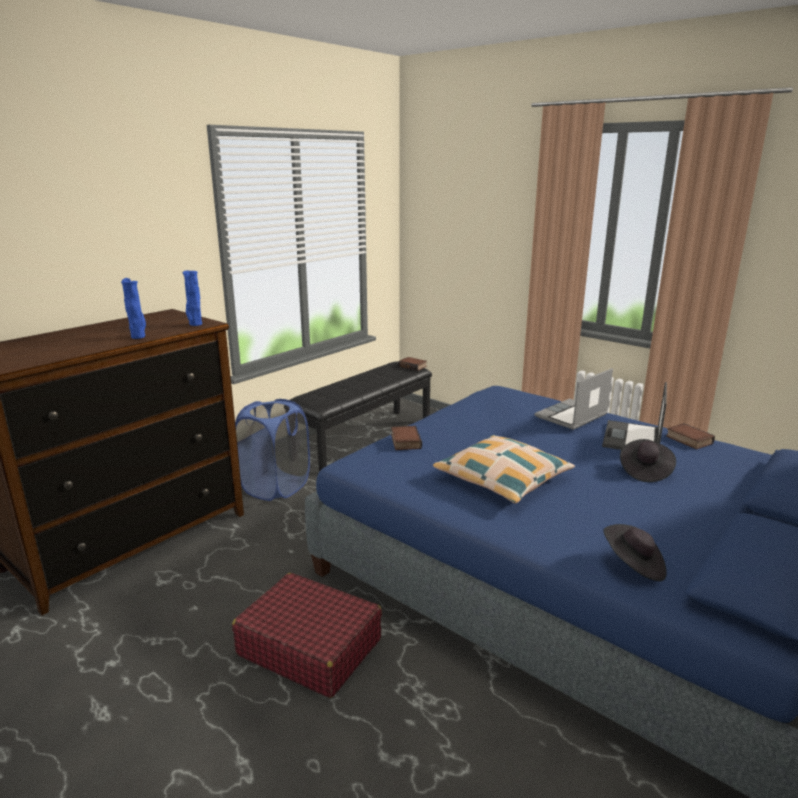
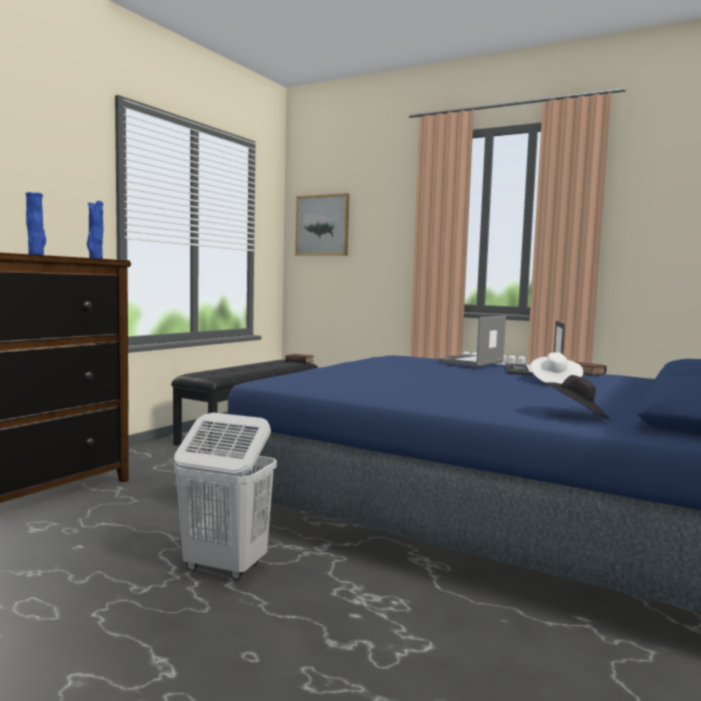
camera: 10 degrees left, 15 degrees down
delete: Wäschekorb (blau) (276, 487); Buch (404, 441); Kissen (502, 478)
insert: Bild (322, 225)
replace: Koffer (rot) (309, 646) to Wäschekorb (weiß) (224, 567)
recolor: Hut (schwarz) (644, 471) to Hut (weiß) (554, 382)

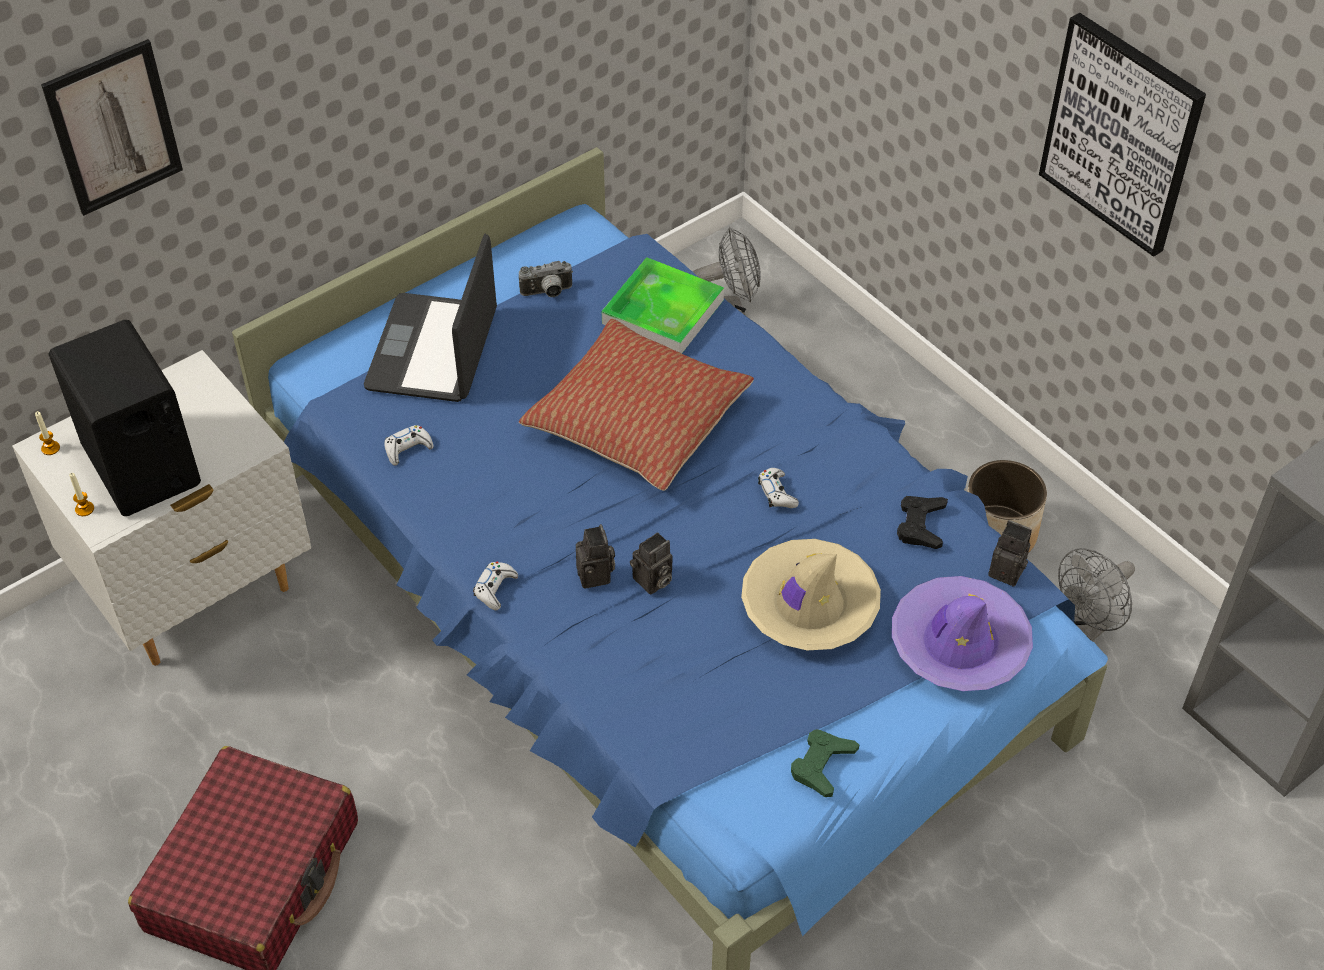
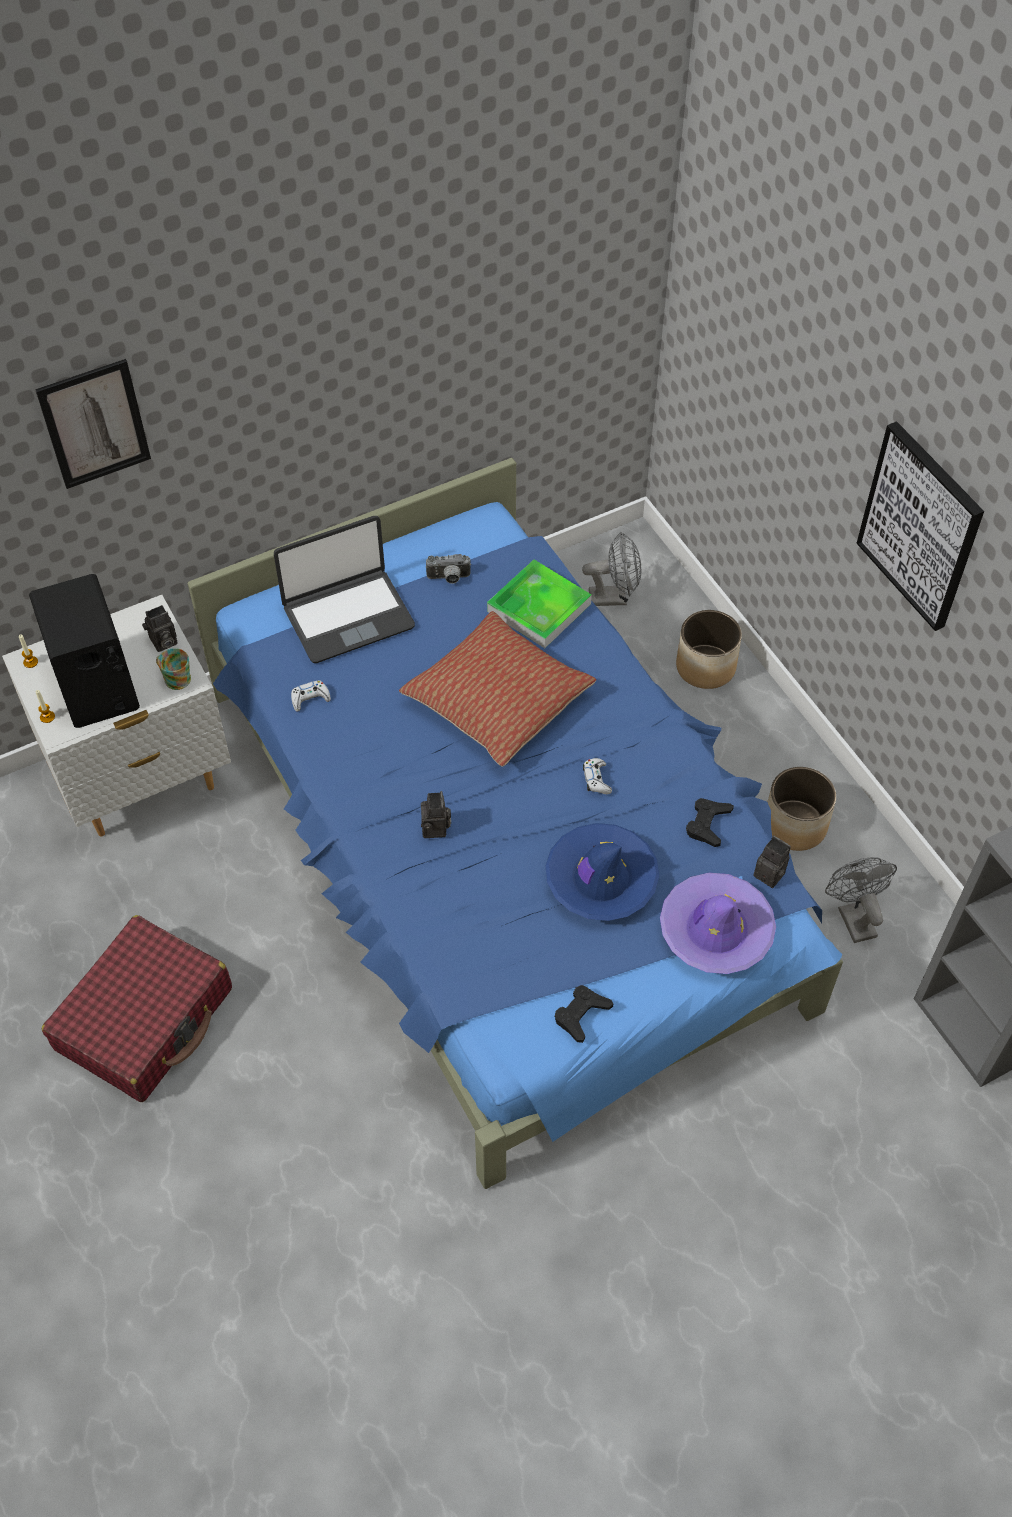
camera: 10 degrees right, 5 degrees up
delete: Gamepad (weiß) (495, 589)
insert: Henkelbecher (175, 677); Pflanzkübel (706, 667)
move: Kamera (652, 582) to (163, 643)
recolor: Hut (beige) (809, 605) to Hut (blau) (601, 879); Gamepad (grün) (822, 765) to Gamepad (schwarz) (581, 1015)
rotate: Laptop (434, 350) = (348, 616) 135 degrees counterclockwise; Ventilator (grau) (1090, 626) = (853, 916) 105 degrees clockwise

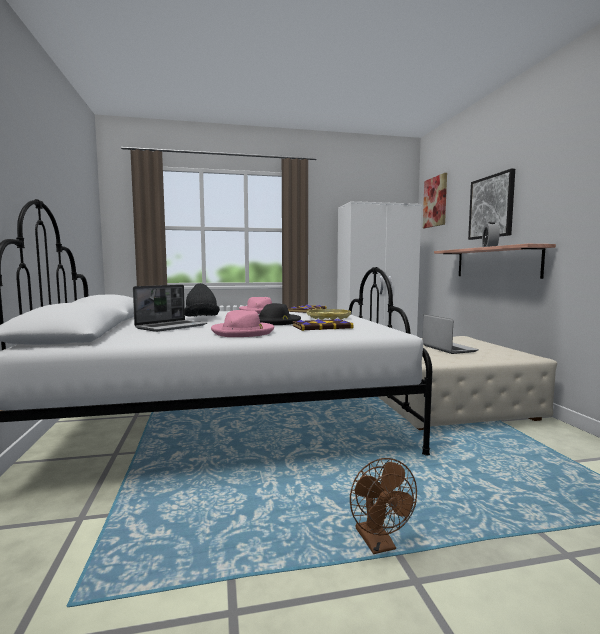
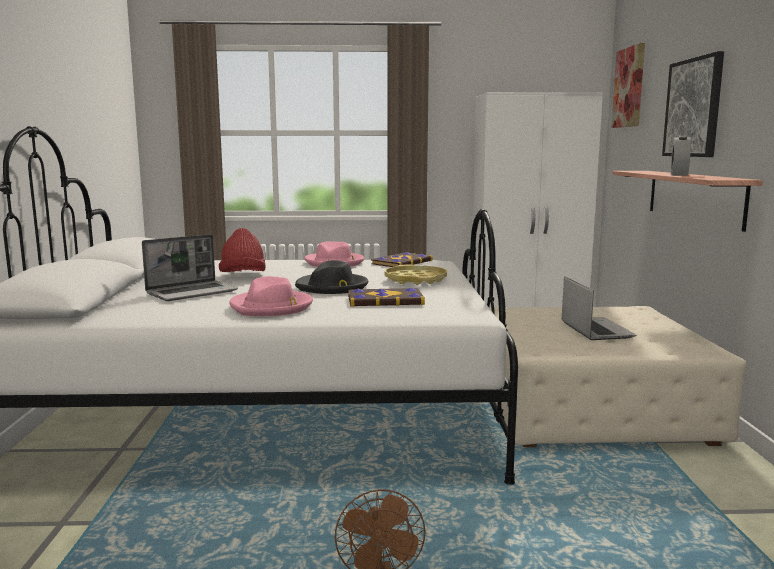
camera: 10 degrees right, 5 degrees up
recolor: Hut (schwarz) (201, 318) to Hut (rot) (243, 276)

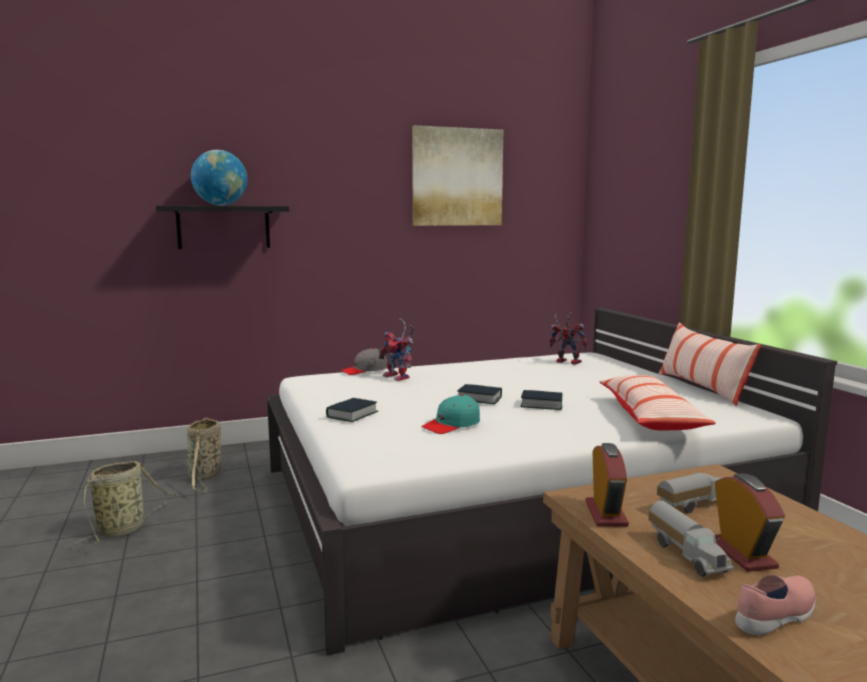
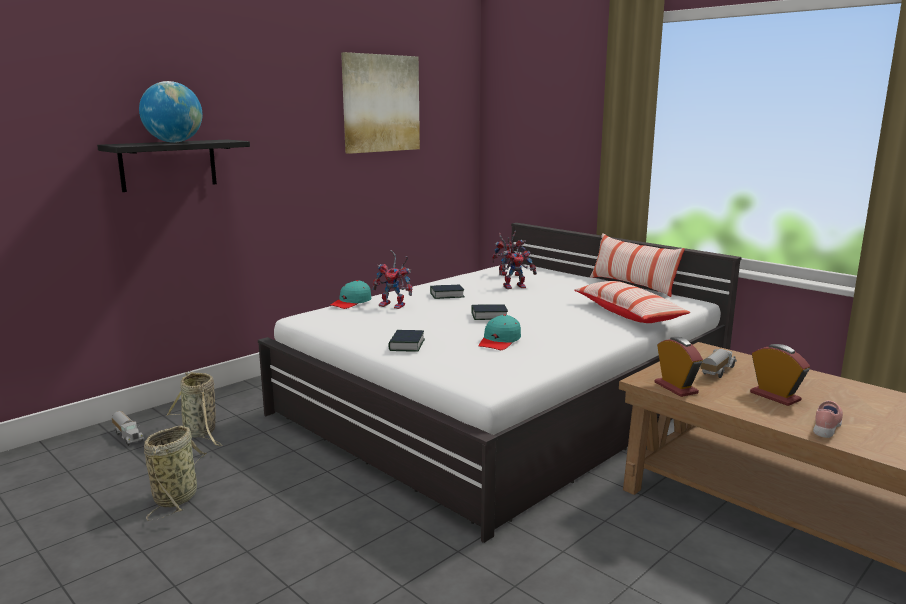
camera: 25 degrees left, 5 degrees up
insert: Spielzeugroboter (515, 286)
move: Buch (541, 405) to (447, 295); Spielzeuglaster (687, 555) to (129, 436)
recolor: Kappe (grau) (365, 370) to Kappe (türkis) (351, 302)

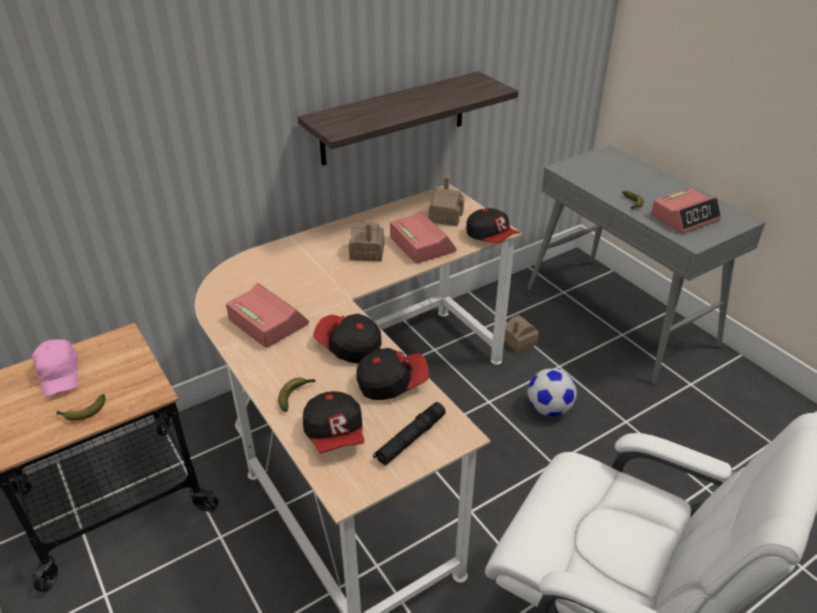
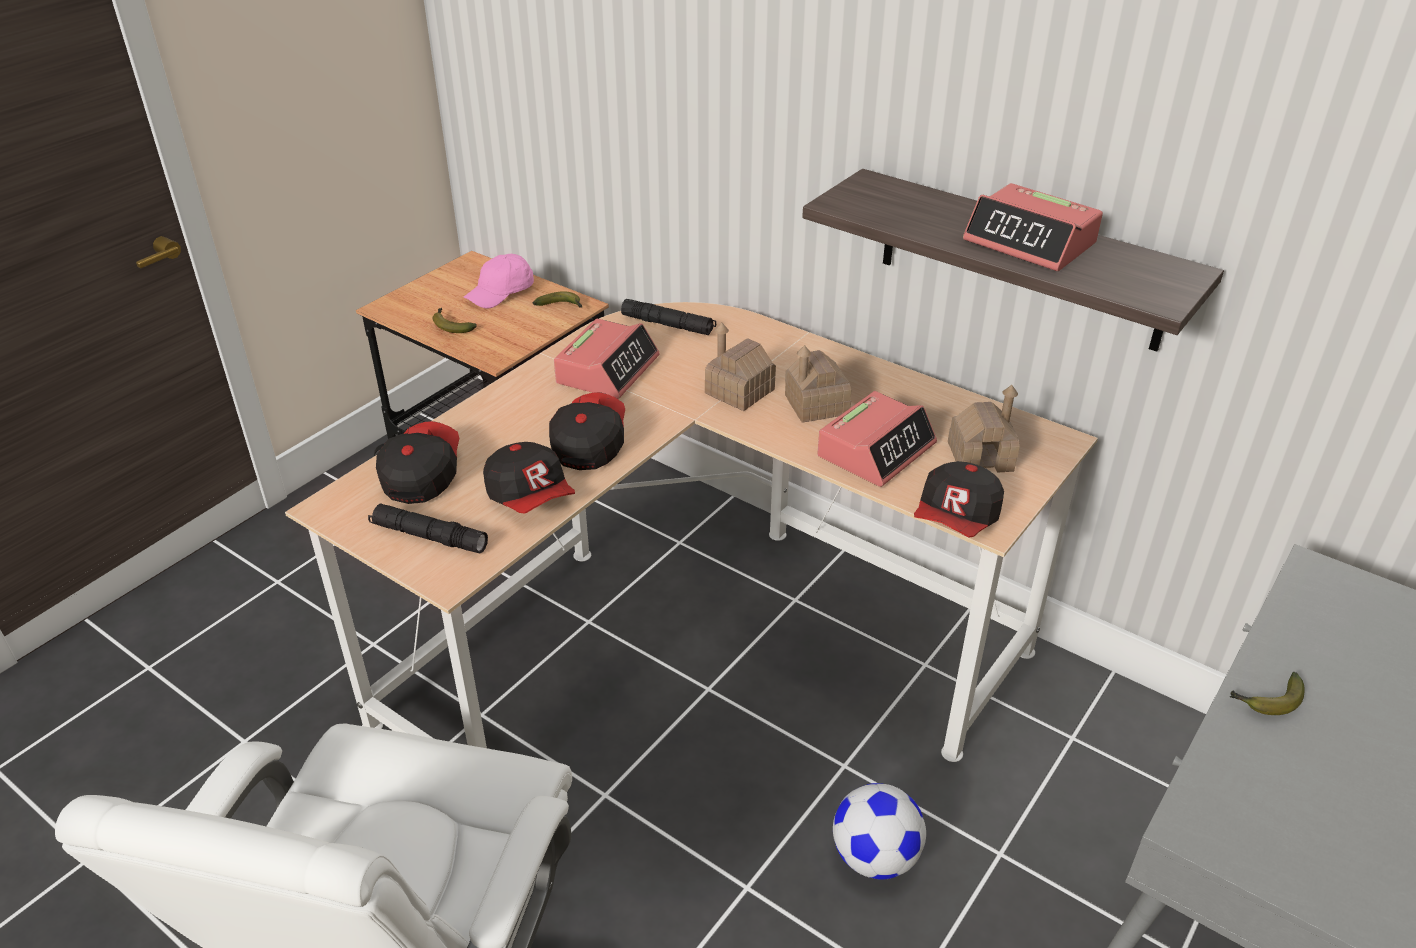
camera: 70 degrees right, 0 degrees up
insert: Taschenlampe (schwarz) (668, 325)
move: Banane (296, 395) to (561, 306); Spielzeughaus (519, 341) to (739, 391); Wecker (684, 217) to (1030, 242)
rotate: Kappe (335, 434) = (421, 475) 135 degrees clockwise

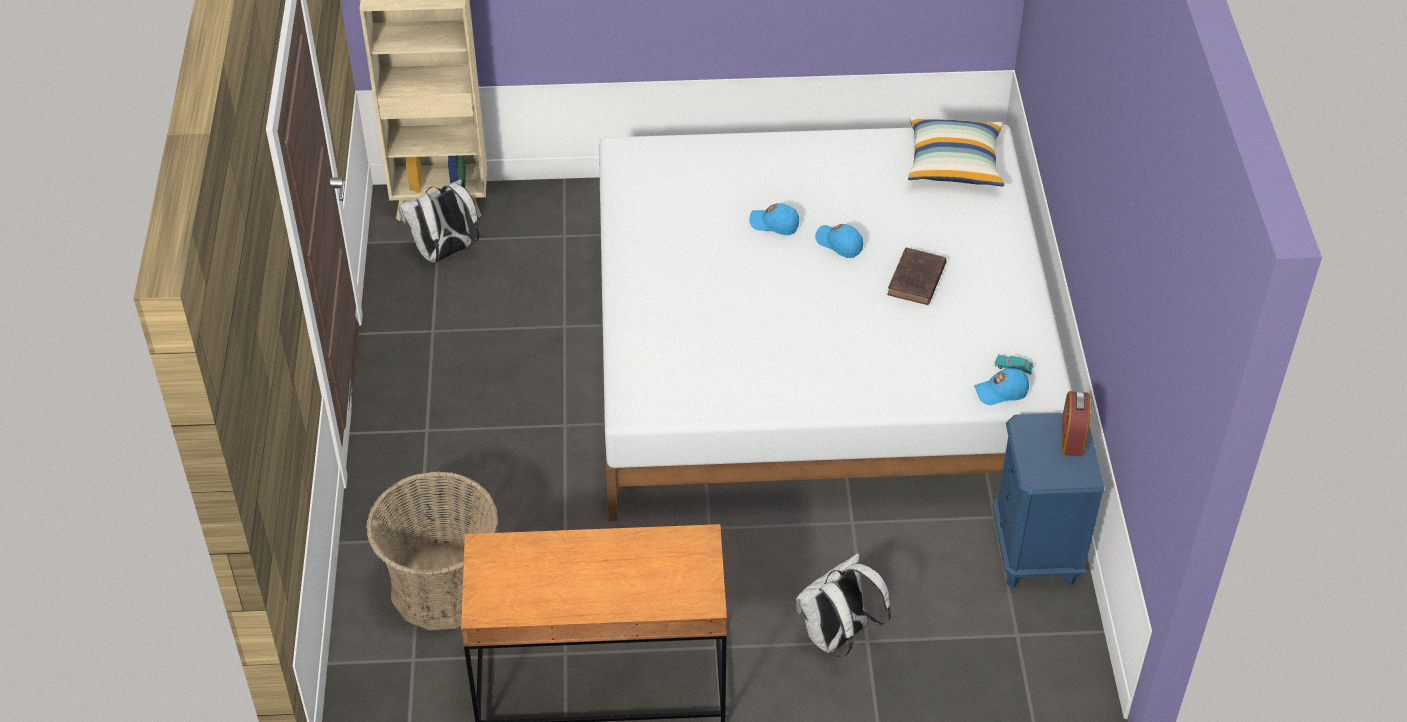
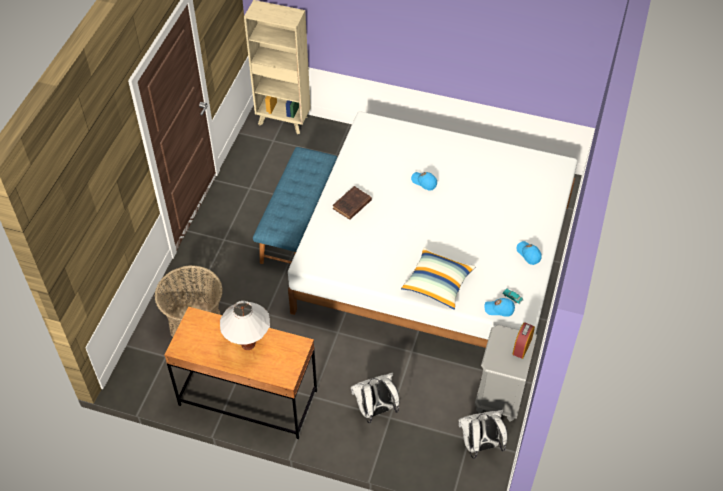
camera: 20 degrees right, 5 degrees up
insert: Tischlampe (weiß) (248, 345); Bank (blau) (299, 223)
move: Rucksack (weiß) (444, 253) to (480, 445); Kappe (blau) (839, 244) to (528, 254); Buch (braun) (916, 281) to (351, 205); Kissen (954, 164) to (438, 284)
recolor: Nachttisch (blau) (1035, 550) to Nachttisch (grau) (500, 396)

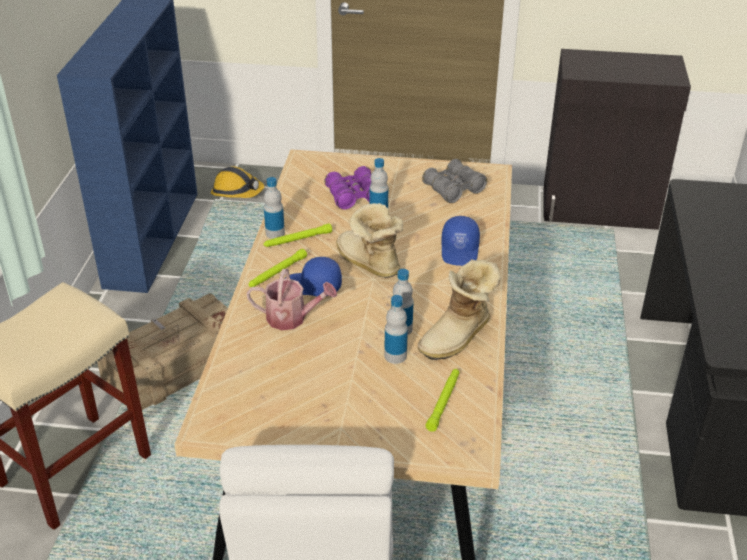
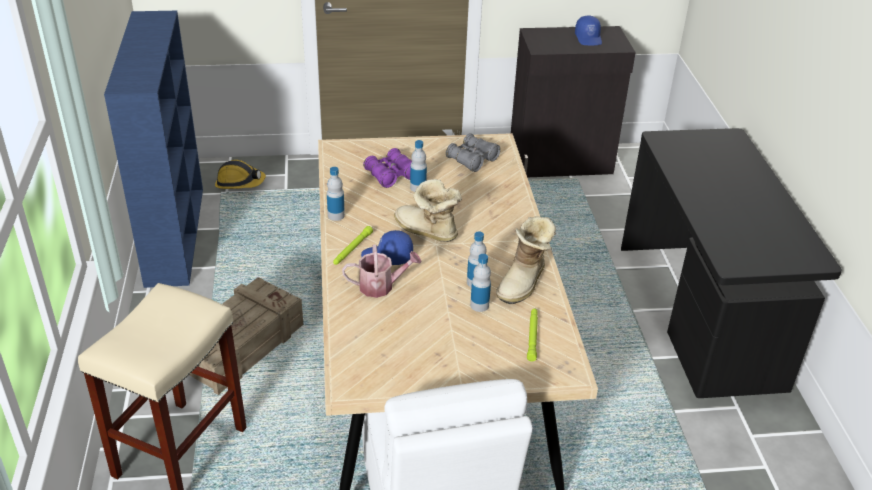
camera: 15 degrees left, 0 degrees up
delete: Taschenlampe (grün) (297, 240)
move: Kappe (blau) (460, 250) to (589, 38)

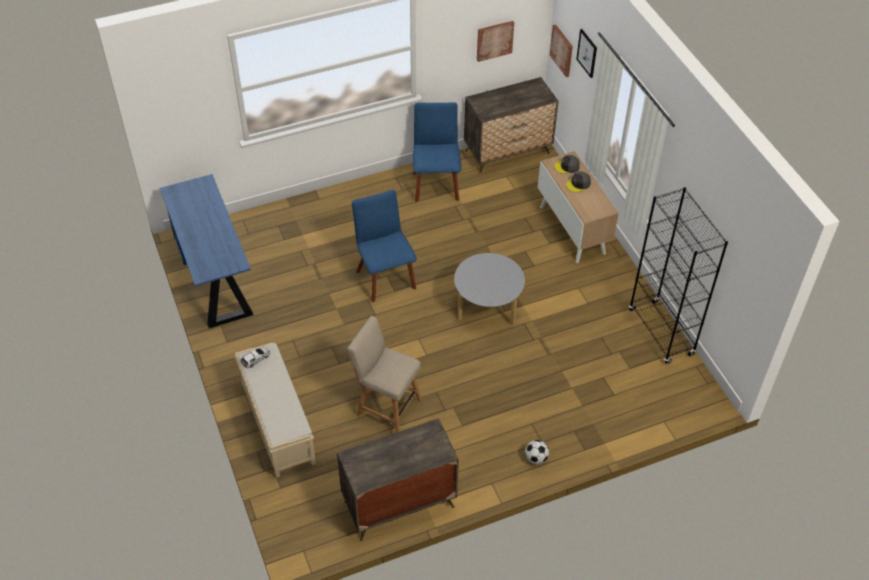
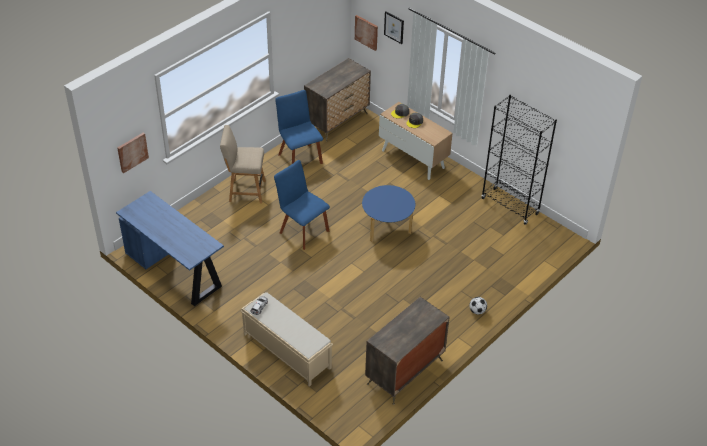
camera: 25 degrees left, 5 degrees down
move: Stuhl (beige) (386, 406) to (245, 191); Bild (494, 40) to (132, 152)
recolor: Couchtisch (grau) (487, 309) to Couchtisch (blau) (387, 228)

